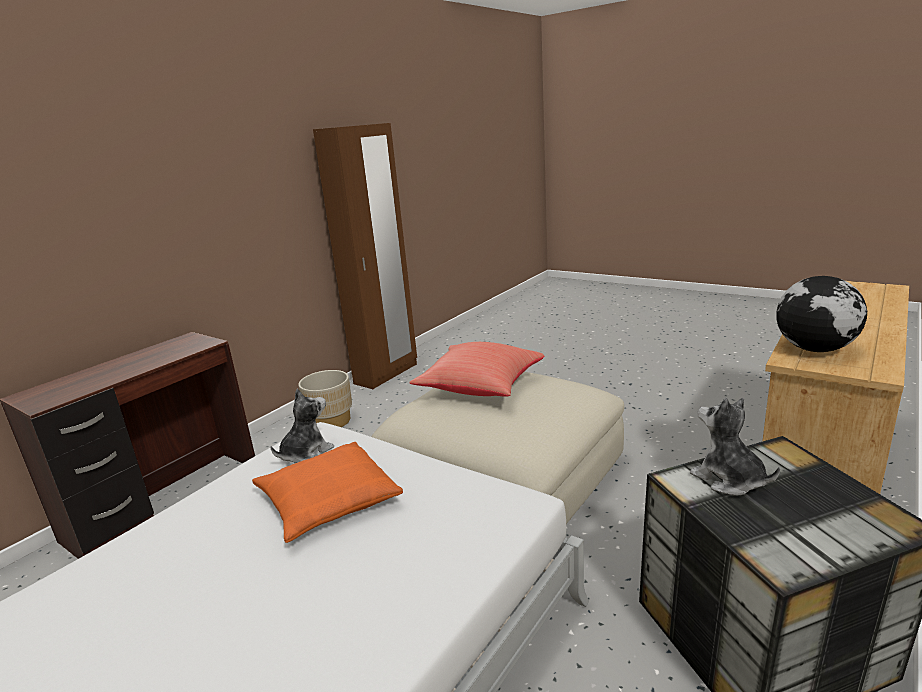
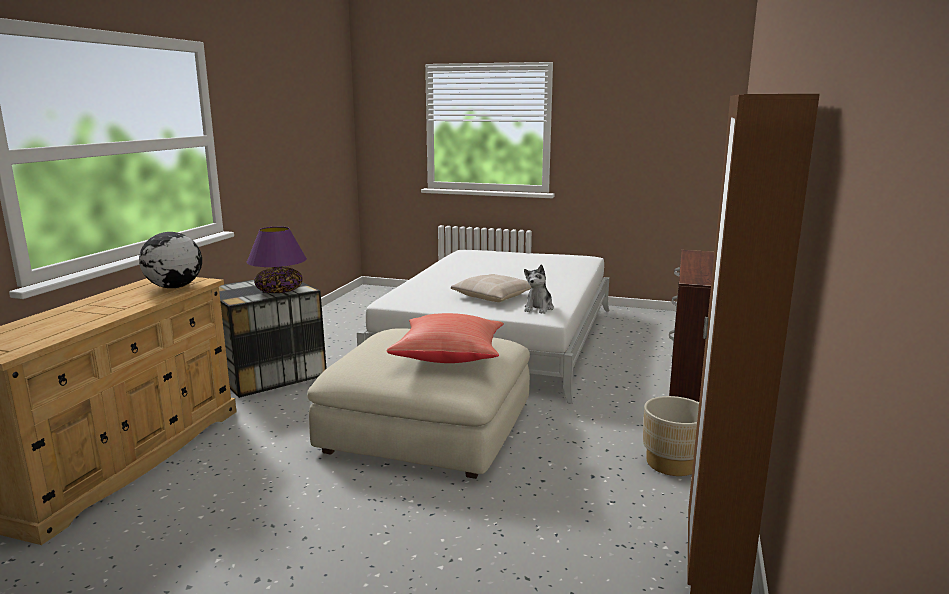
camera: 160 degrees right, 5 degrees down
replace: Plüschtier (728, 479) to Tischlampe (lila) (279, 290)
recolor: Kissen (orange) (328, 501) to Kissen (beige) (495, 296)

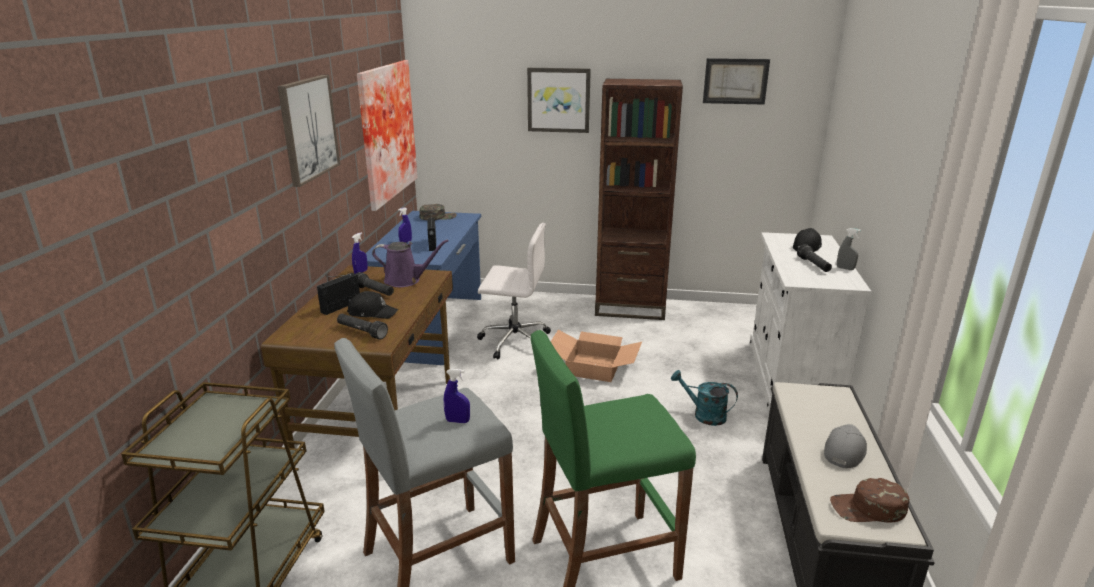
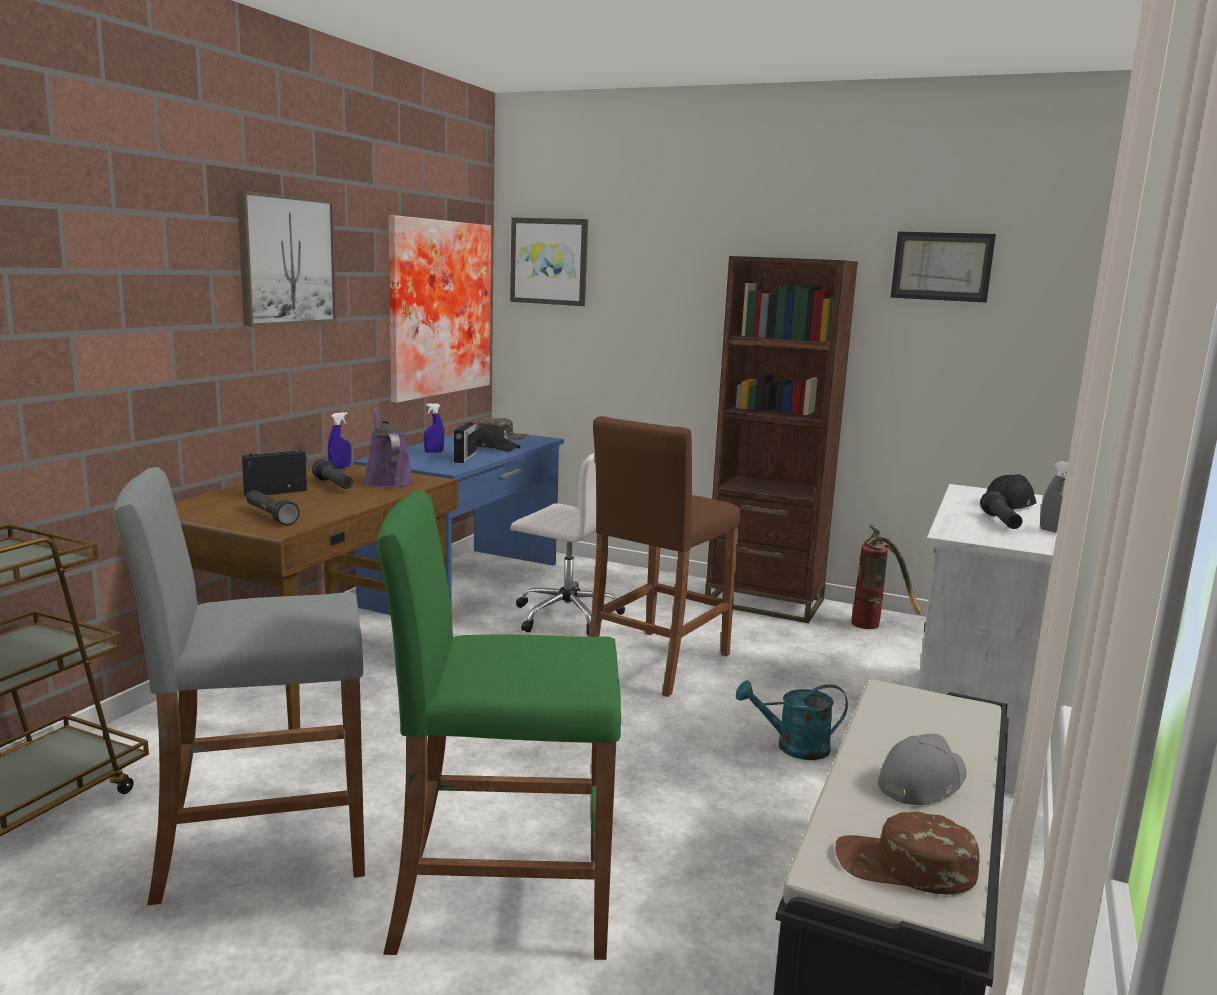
camera: 15 degrees right, 10 degrees down
delete: Sprühflasche (blau) (457, 421)
insert: Feuerlöscher (876, 626)
move: Kappe (schwarz) (372, 312) to (495, 447); Bild (558, 100) to (549, 261)
replace: Karton (592, 368) to Hocker (braun) (657, 662)
rotate: Gießkanne (lila) (406, 280) = (386, 481) 135 degrees counterclockwise; Gießkanne (türkis) (703, 415) = (793, 747) 45 degrees counterclockwise

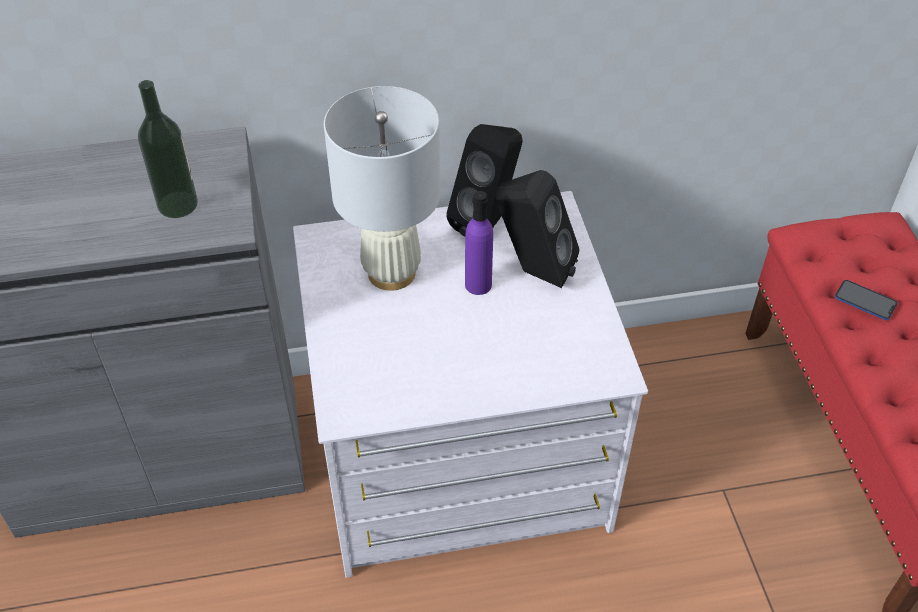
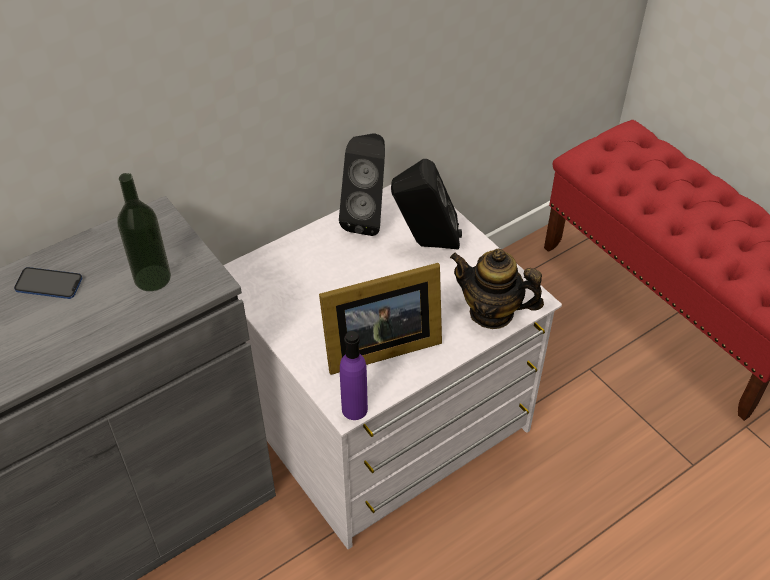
camera: 25 degrees left, 0 degrees up
delete: Tischlampe (weiß) (392, 273)
insert: Bilderrahmen (377, 347); Teekanne (492, 312)
move: Flasche (lila) (478, 285) to (354, 409); Handy (865, 301) to (49, 284)

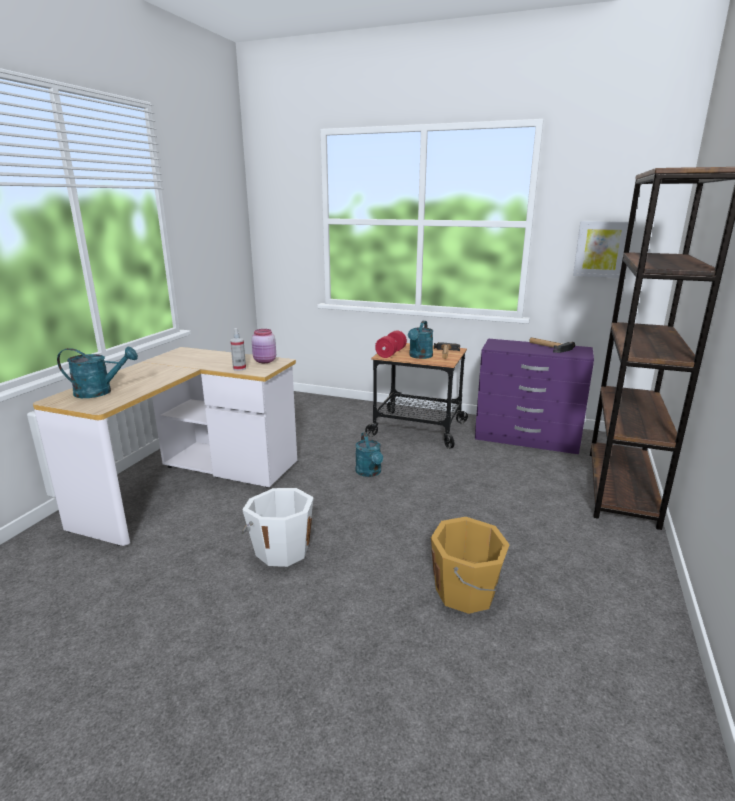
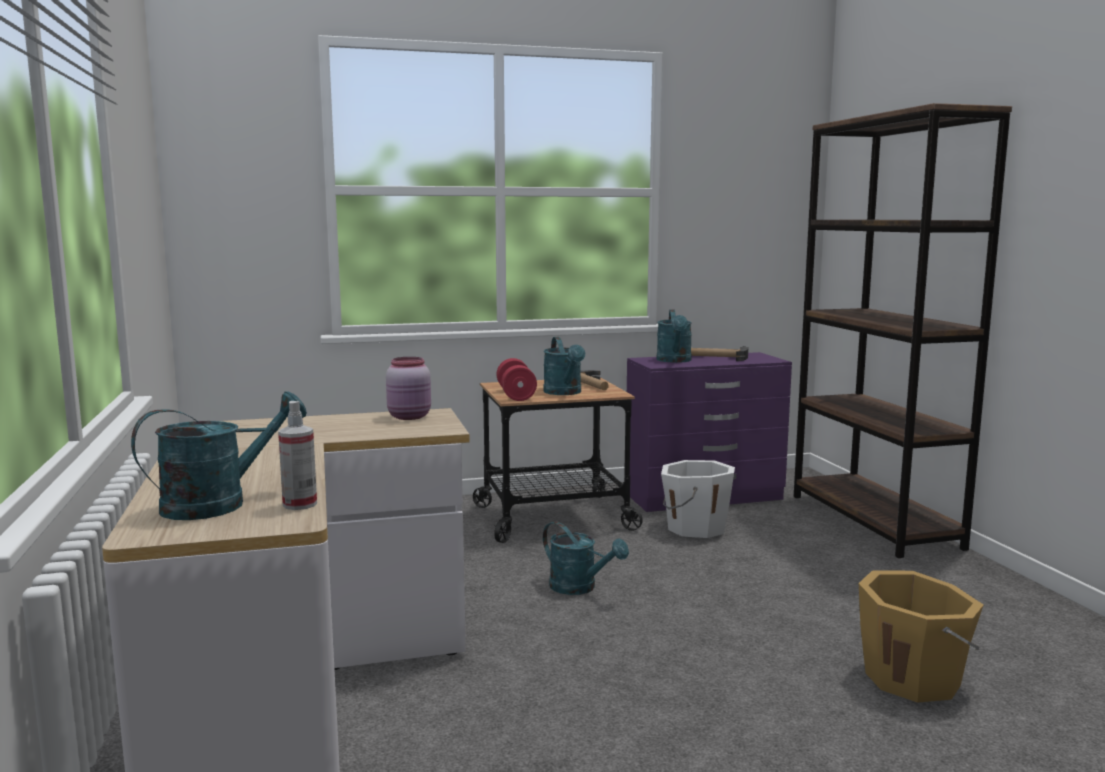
camera: 35 degrees left, 10 degrees down
delete: Bild (601, 249)
insert: Gießkanne (türkis) (675, 361)
move: Sprühflasche (239, 368) to (300, 504); Eimer (weiß) (281, 550) to (694, 527)

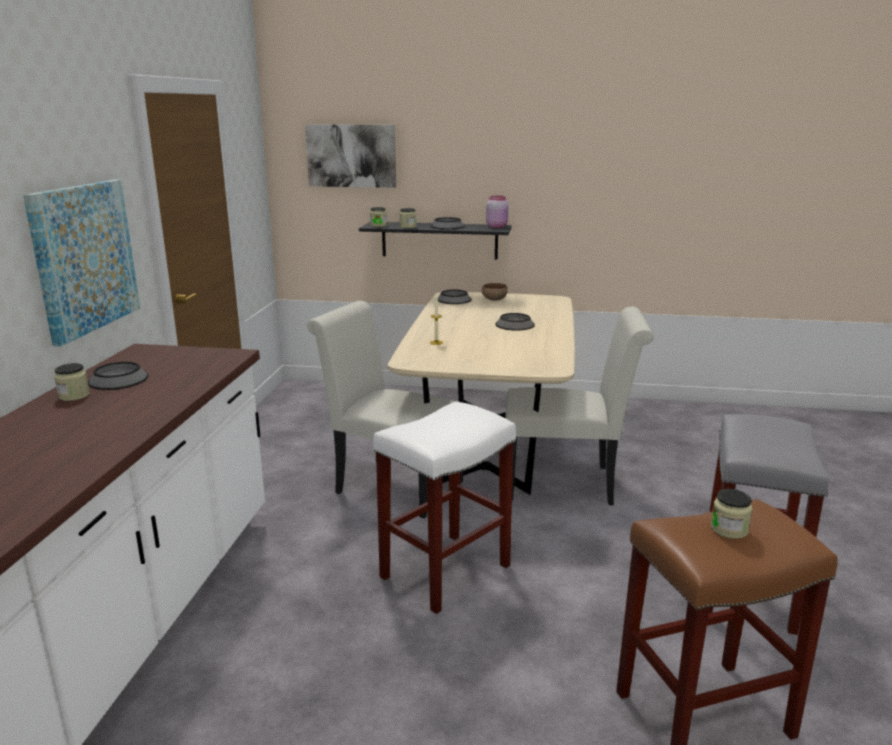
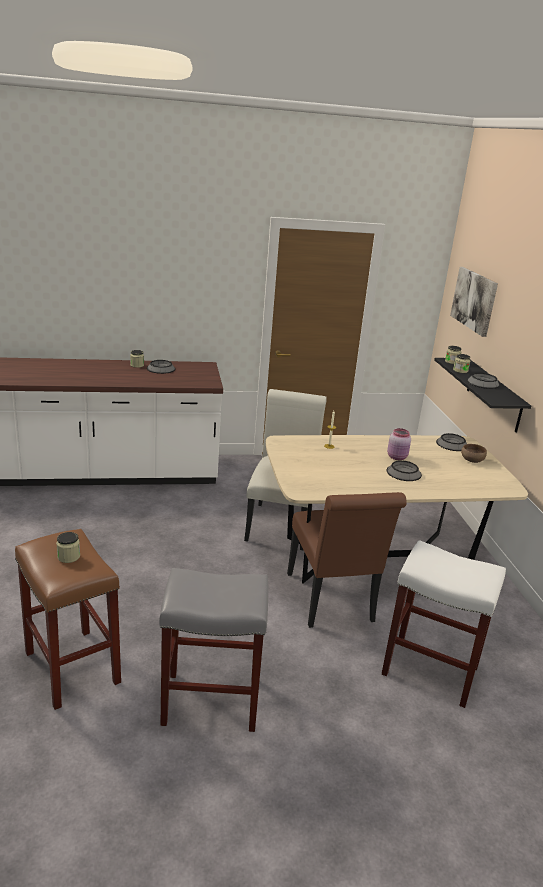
camera: 70 degrees right, 5 degrees up
delete: Bild (84, 258)
move: Hocker (weiß) (446, 570) to (431, 670); Vorratsglas (rosa) (497, 226) to (397, 457)
recolor: Stuhl (weiß) (568, 483) to Stuhl (braun) (331, 602)

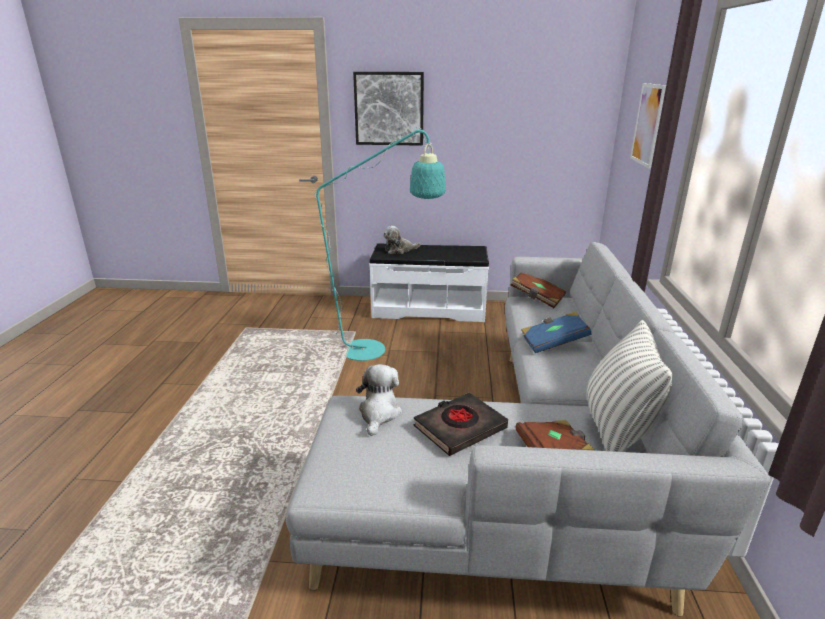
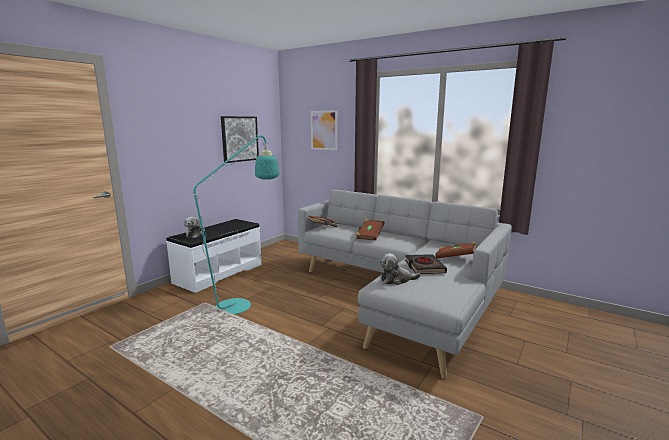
camera: 60 degrees left, 10 degrees down
delete: Kissen (617, 429)
move: Bild (389, 109) to (239, 139)
recolor: Buch (blau) (553, 343) to Buch (braun) (369, 236)
rotate: Plüschtier (379, 413) = (396, 280) 45 degrees counterclockwise

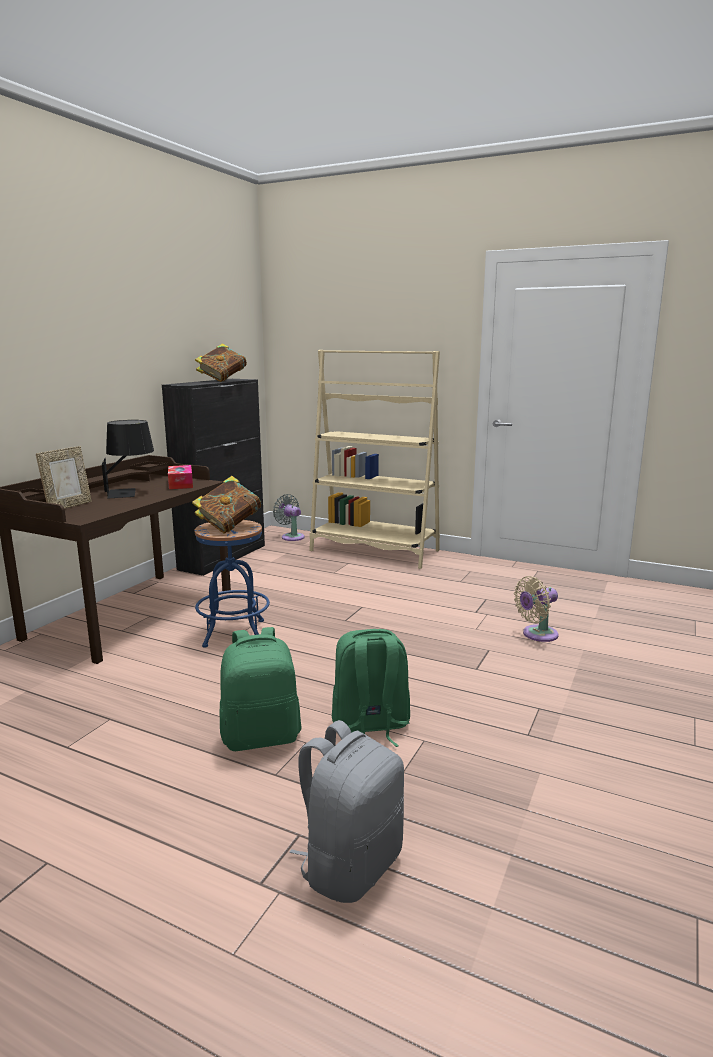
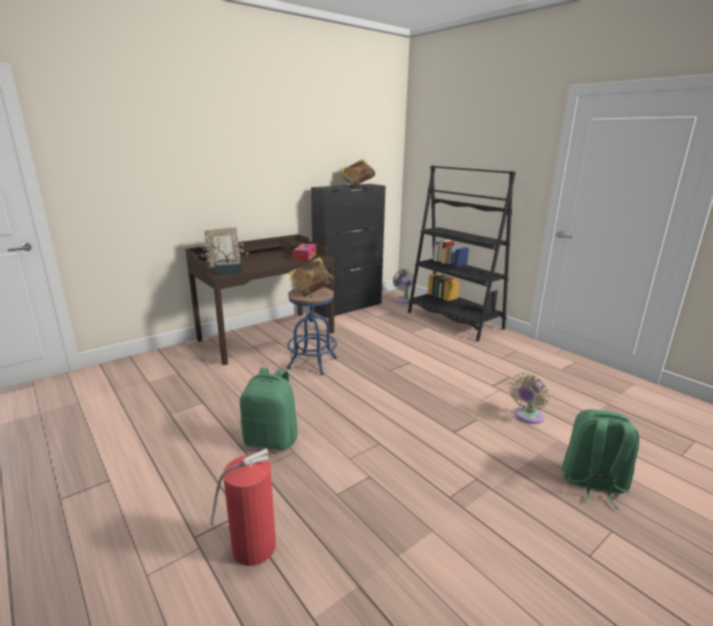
camera: 25 degrees right, 5 degrees up
delete: Tischlampe (schwarz) (131, 492)
insert: Topfpflanze (224, 272)
move: Rucksack (grün) (370, 726) to (593, 483)
replace: Rucksack (grau) (350, 865) to Feuerlöscher (251, 547)
recolor: Bücherregal (beige) (374, 551) to Bücherregal (schwarz) (454, 320)
rotate: Ventilator (beige) (537, 635) = (527, 417) 45 degrees counterclockwise

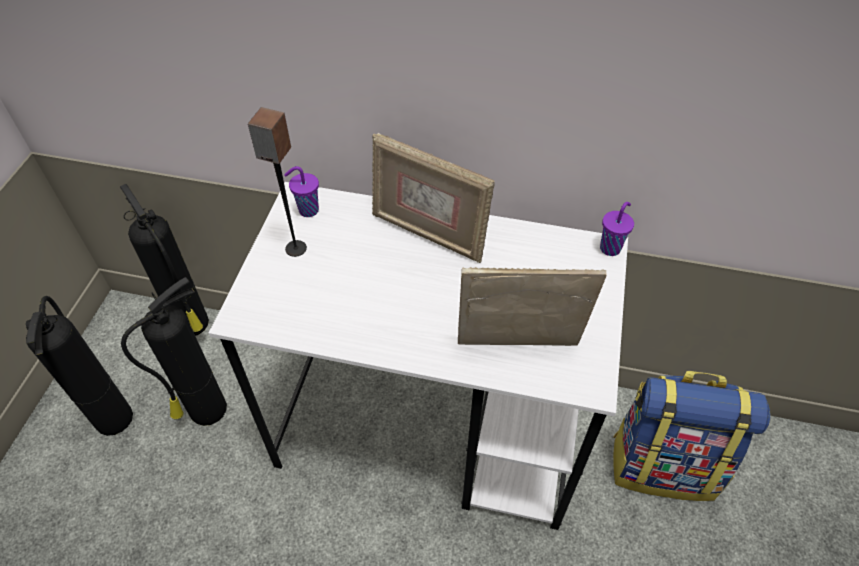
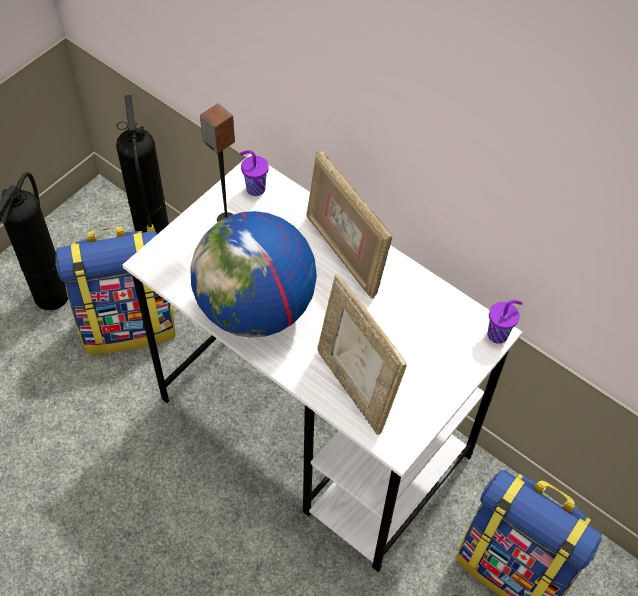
camera: 25 degrees right, 5 degrees up
insert: Globus (255, 309)
replace: Feuerlöscher (206, 411) to Rucksack (128, 323)
rotate: Bilderrahmen (517, 350) = (355, 387) 150 degrees counterclockwise

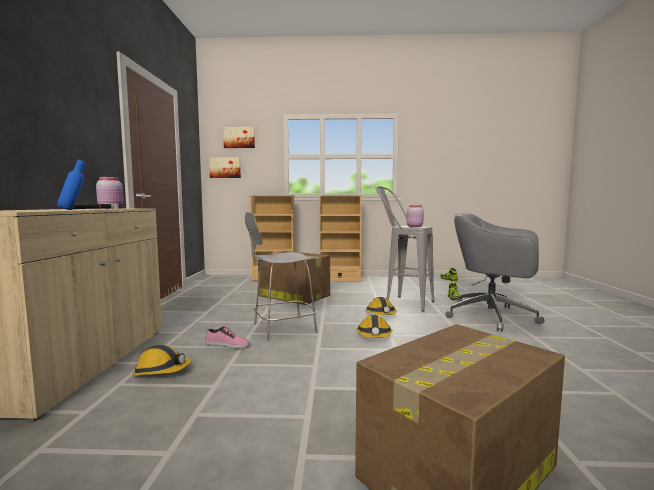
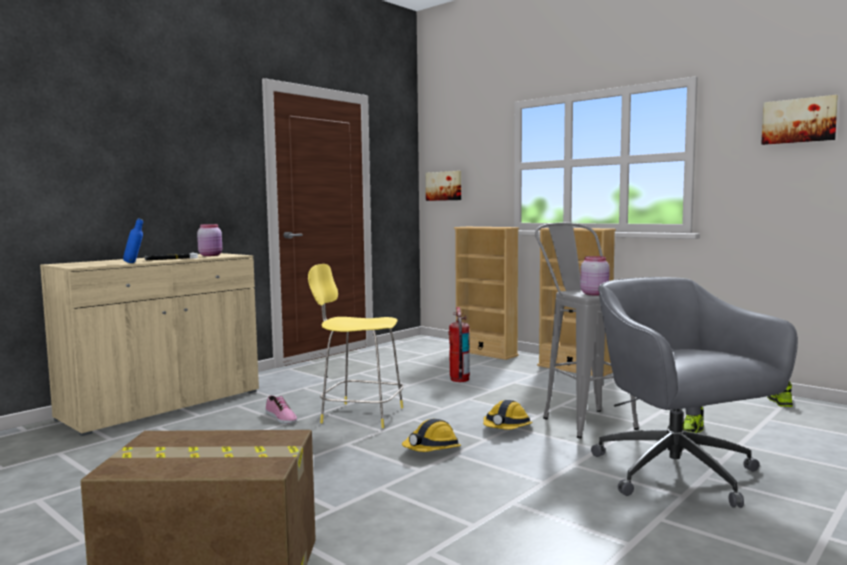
camera: 40 degrees right, 0 degrees up
delete: Schutzhelm (162, 371)
move: Bild (239, 137) to (799, 120)
replace: Karton (293, 295) to Feuerlöscher (459, 379)
recolor: Hocker (grau) (282, 328) to Hocker (gelb) (359, 415)

